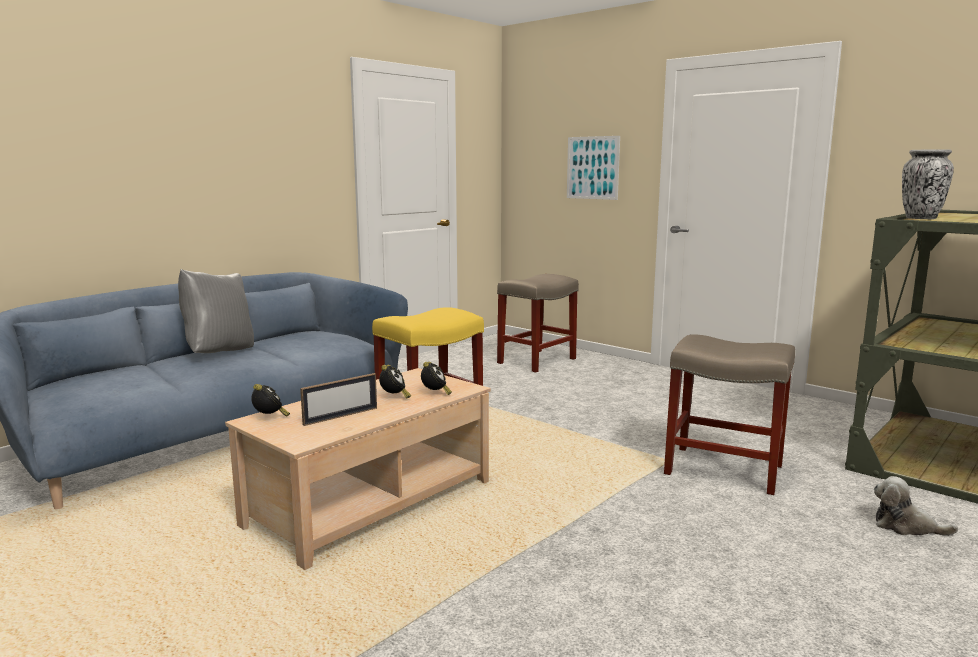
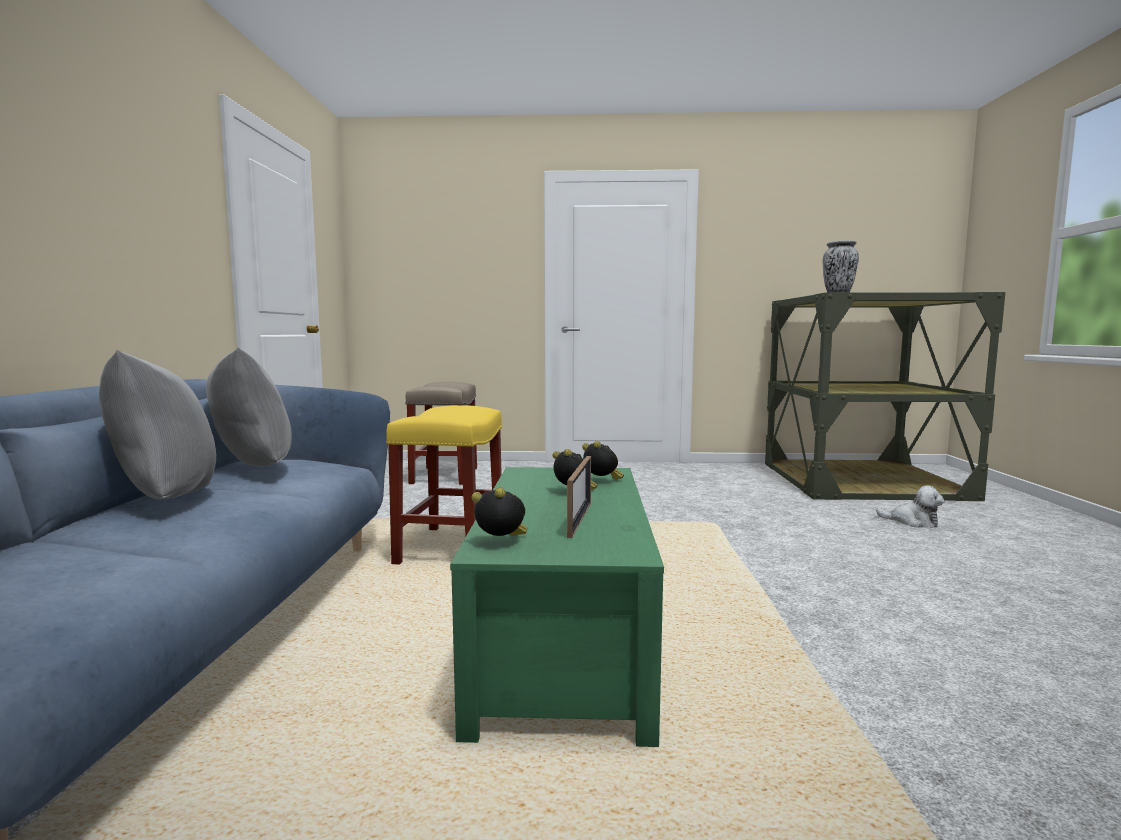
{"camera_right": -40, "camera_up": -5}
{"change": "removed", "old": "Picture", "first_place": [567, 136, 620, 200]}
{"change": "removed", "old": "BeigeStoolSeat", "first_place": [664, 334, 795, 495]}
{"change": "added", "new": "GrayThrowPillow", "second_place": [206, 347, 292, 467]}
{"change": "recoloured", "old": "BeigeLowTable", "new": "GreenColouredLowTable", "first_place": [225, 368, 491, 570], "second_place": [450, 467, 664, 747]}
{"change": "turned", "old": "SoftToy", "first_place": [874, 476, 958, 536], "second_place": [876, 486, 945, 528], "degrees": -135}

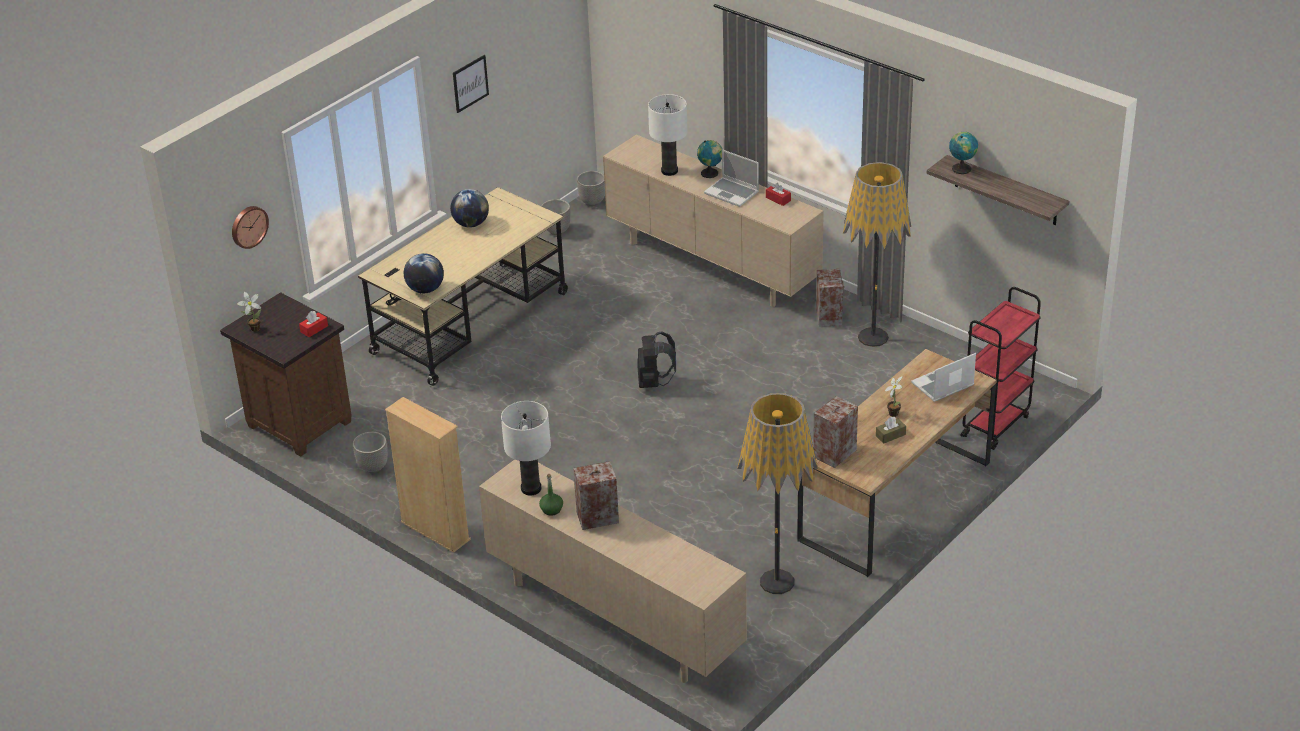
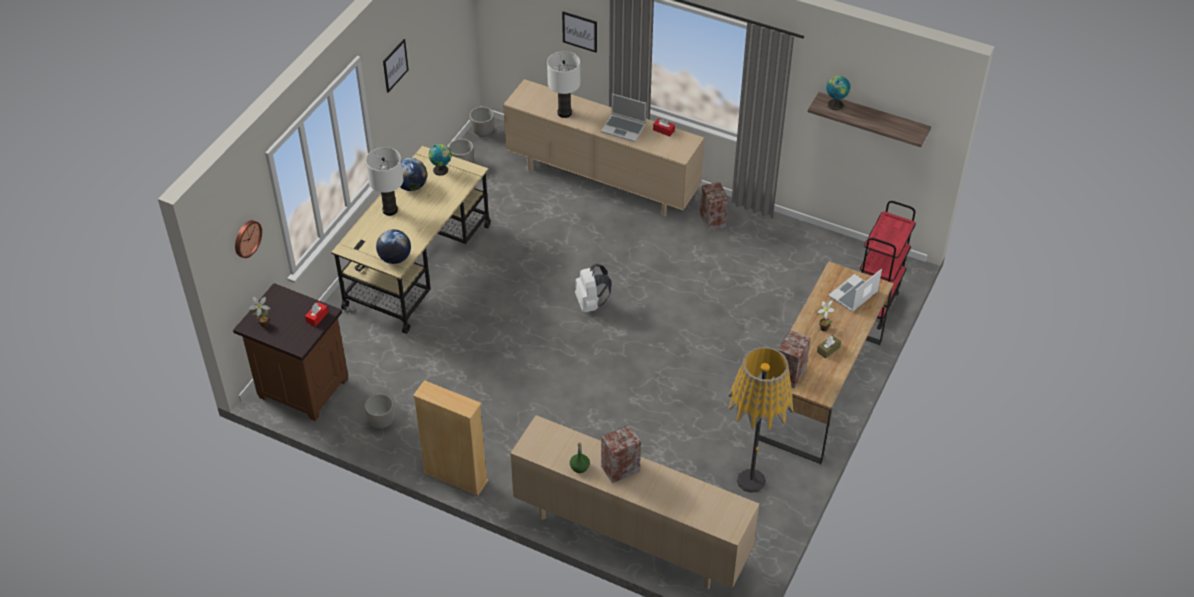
{"camera_right": -15, "camera_up": 10}
{"change": "removed", "old": "FloorLamp", "first_place": [843, 162, 911, 347]}
{"change": "added", "new": "Picture", "second_place": [562, 11, 597, 53]}
{"change": "moved", "old": "WhitishTabletopLamp", "first_place": [501, 401, 551, 495], "second_place": [366, 147, 403, 216]}
{"change": "moved", "old": "Globe", "first_place": [697, 140, 722, 178], "second_place": [429, 144, 452, 176]}
{"change": "recoloured", "old": "BlackBackpack", "new": "WhitishBackpack", "first_place": [637, 331, 676, 388], "second_place": [575, 264, 611, 312]}

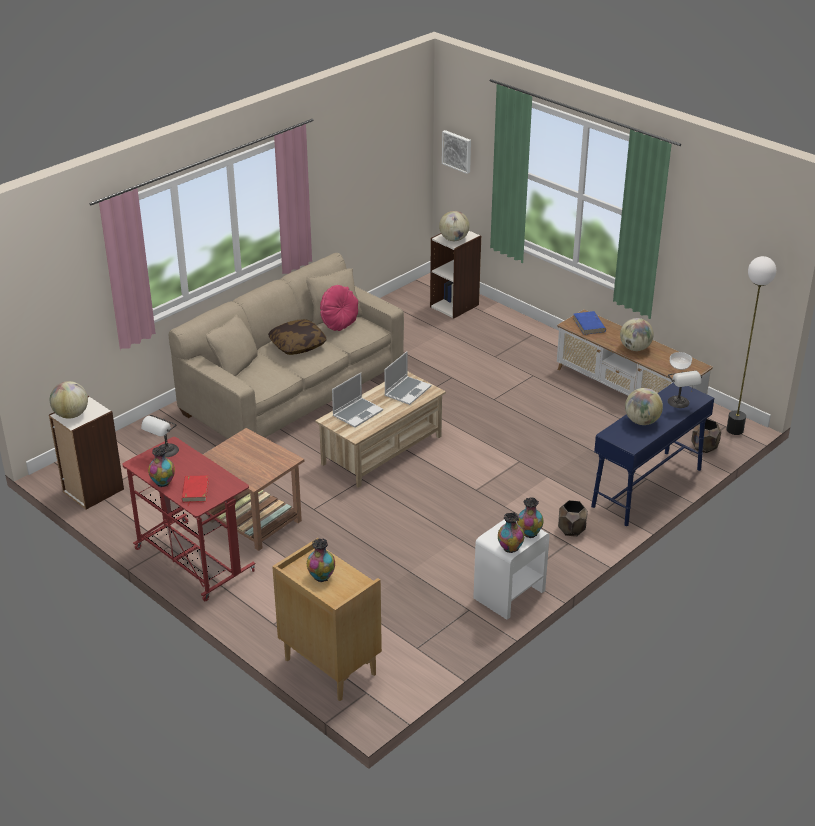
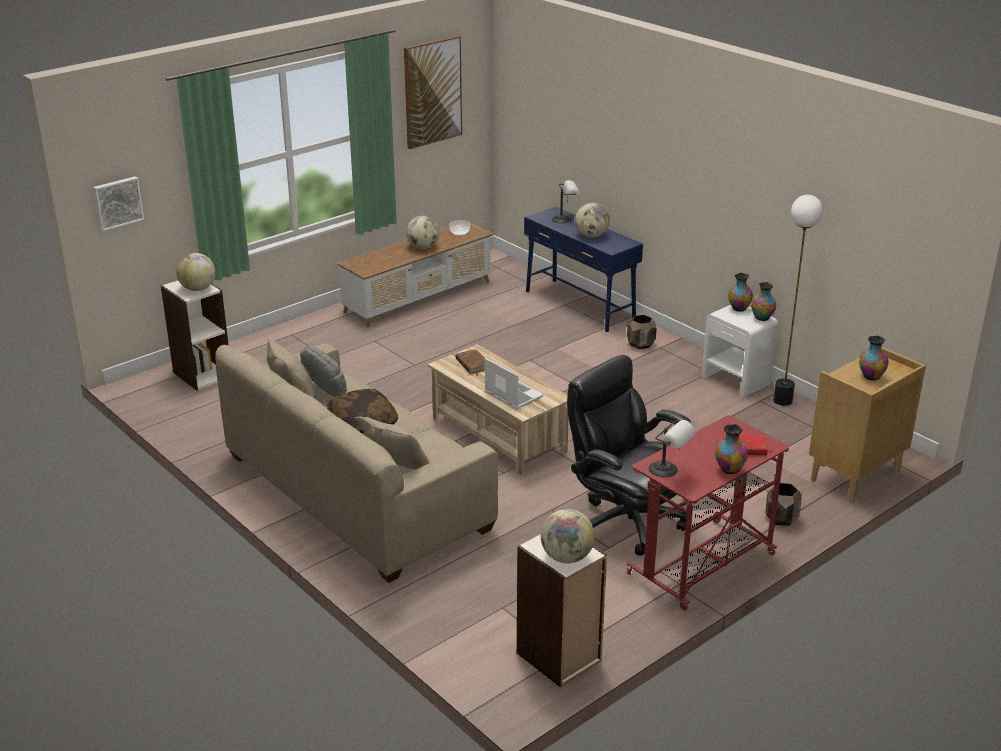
{"camera_right": -85, "camera_up": -5}
{"change": "removed", "old": "BlueBook", "first_place": [573, 311, 606, 335]}
{"change": "added", "new": "Picture", "second_place": [404, 36, 462, 149]}
{"change": "moved", "old": "BrownishFlowerPot", "first_place": [691, 419, 721, 453], "second_place": [765, 483, 802, 526]}
{"change": "moved", "old": "FloorLamp", "first_place": [726, 256, 776, 435], "second_place": [773, 195, 823, 406]}
{"change": "replaced", "old": "BrownishEndTable", "new": "BlackOfficeChair", "first_place": [203, 428, 304, 551], "second_place": [567, 355, 691, 556]}
{"change": "replaced", "old": "NotebookComputer", "new": "BrownishBook", "first_place": [384, 351, 432, 405], "second_place": [456, 349, 485, 376]}
{"change": "recoloured", "old": "PinkThrowPillow", "new": "GrayThrowPillow", "first_place": [320, 285, 358, 331], "second_place": [300, 346, 347, 397]}

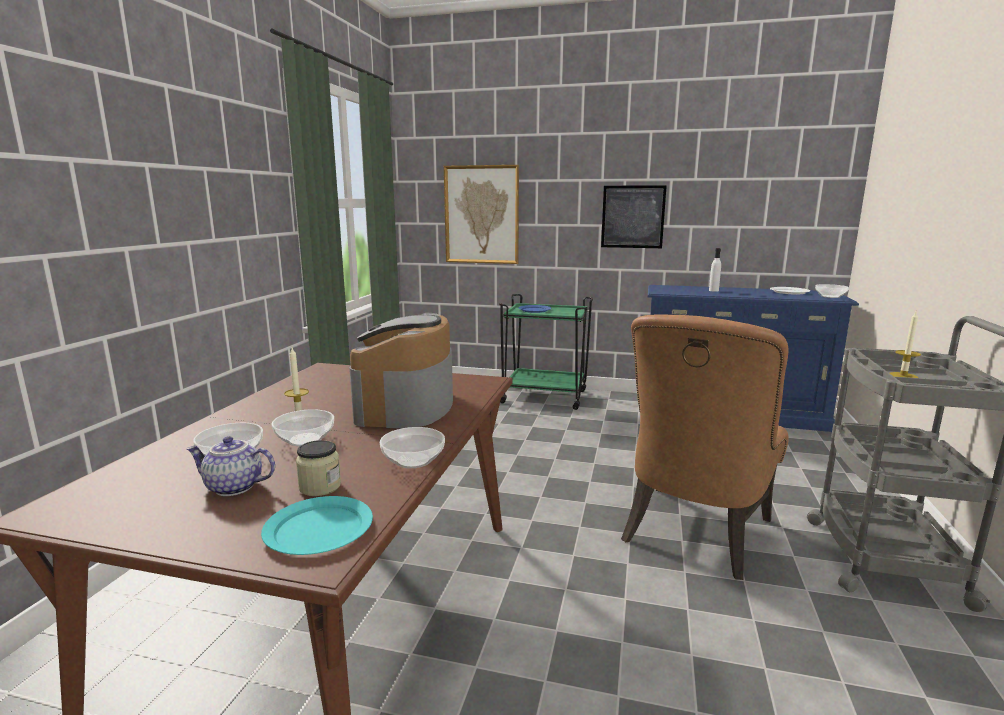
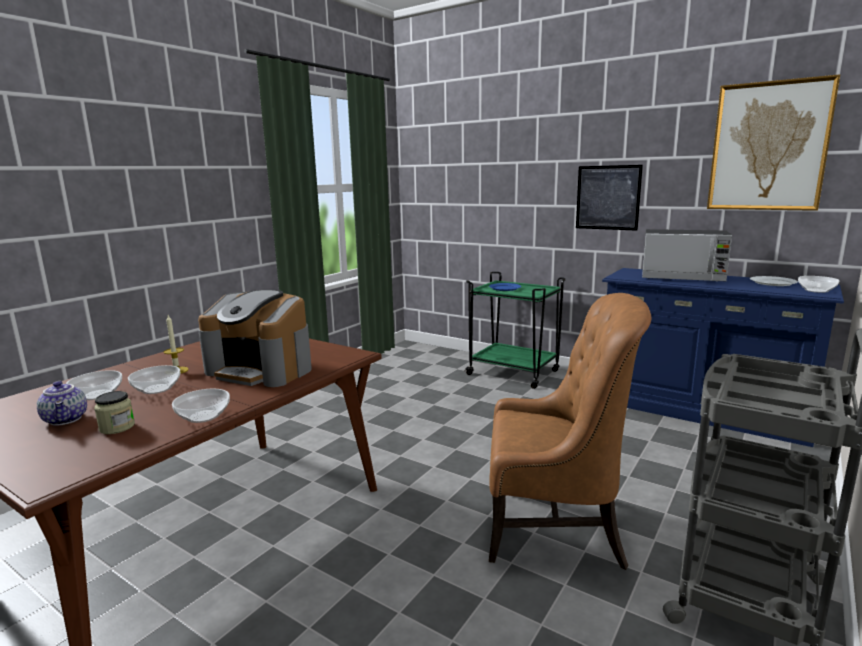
{"camera_right": 20, "camera_up": 0}
{"change": "removed", "old": "BlueGreenPlate", "first_place": [261, 496, 373, 555]}
{"change": "removed", "old": "Candle", "first_place": [890, 312, 921, 378]}
{"change": "moved", "old": "Picture", "first_place": [444, 165, 519, 264], "second_place": [707, 74, 840, 211]}
{"change": "replaced", "old": "WhitishBottle", "new": "KitchenMicrowave", "first_place": [709, 248, 721, 292], "second_place": [642, 229, 732, 282]}
{"change": "turned", "old": "PotForTea", "first_place": [186, 436, 275, 496], "second_place": [37, 381, 87, 426], "degrees": -150}
{"change": "turned", "old": "CoffeeMaker", "first_place": [349, 313, 453, 429], "second_place": [198, 289, 312, 387], "degrees": -90}
{"change": "turned", "old": "BrownishChair", "first_place": [621, 314, 789, 580], "second_place": [489, 293, 651, 570], "degrees": -135}

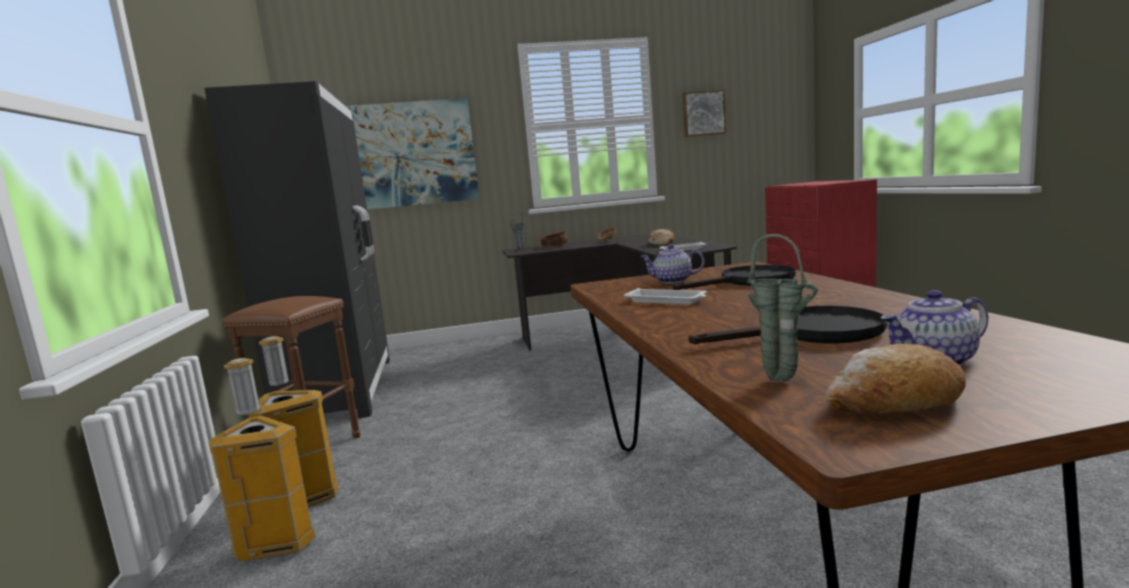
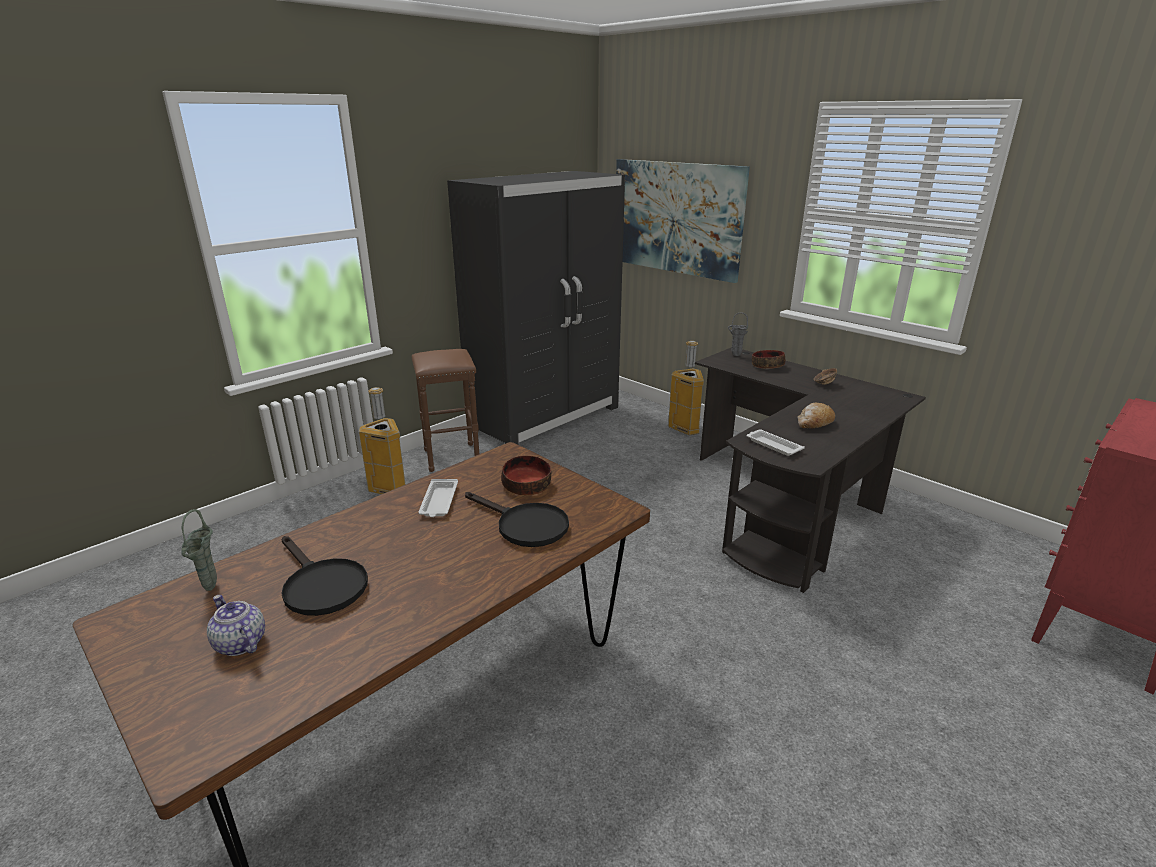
{"camera_right": 55, "camera_up": 15}
{"change": "removed", "old": "Picture", "first_place": [683, 89, 726, 137]}
{"change": "removed", "old": "BakedBread", "first_place": [825, 344, 966, 414]}
{"change": "moved", "old": "TrashCan", "first_place": [208, 358, 316, 562], "second_place": [668, 341, 704, 435]}
{"change": "replaced", "old": "PotForTea", "new": "DeepDish", "first_place": [640, 244, 705, 284], "second_place": [501, 456, 551, 495]}

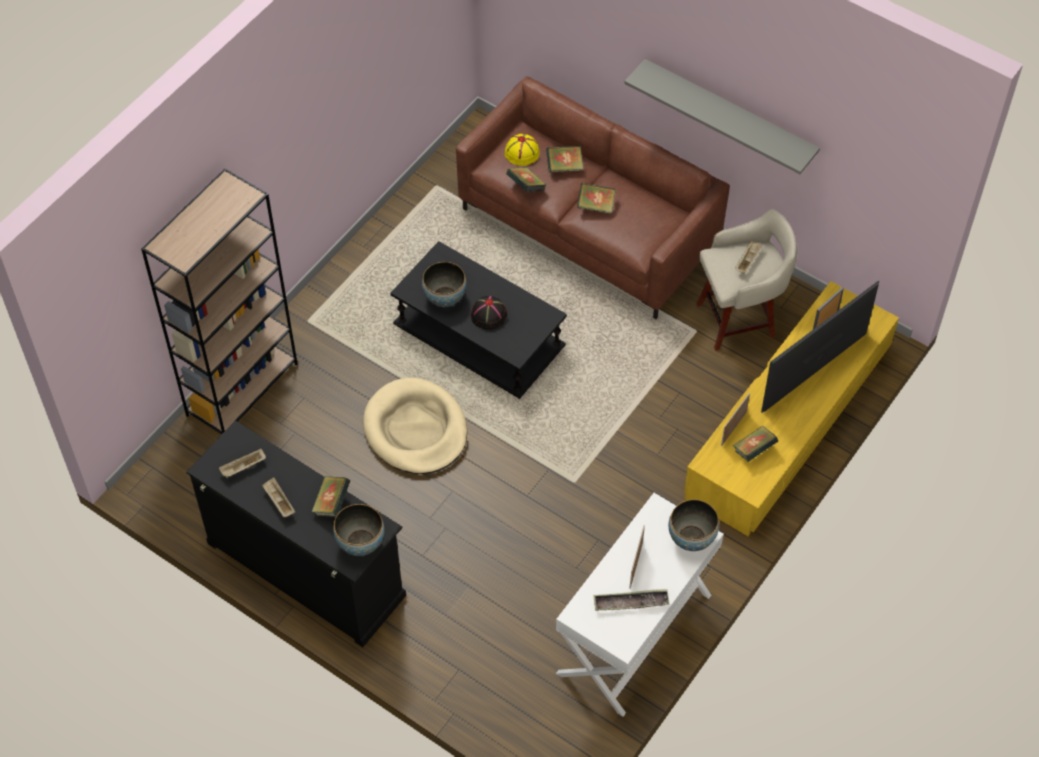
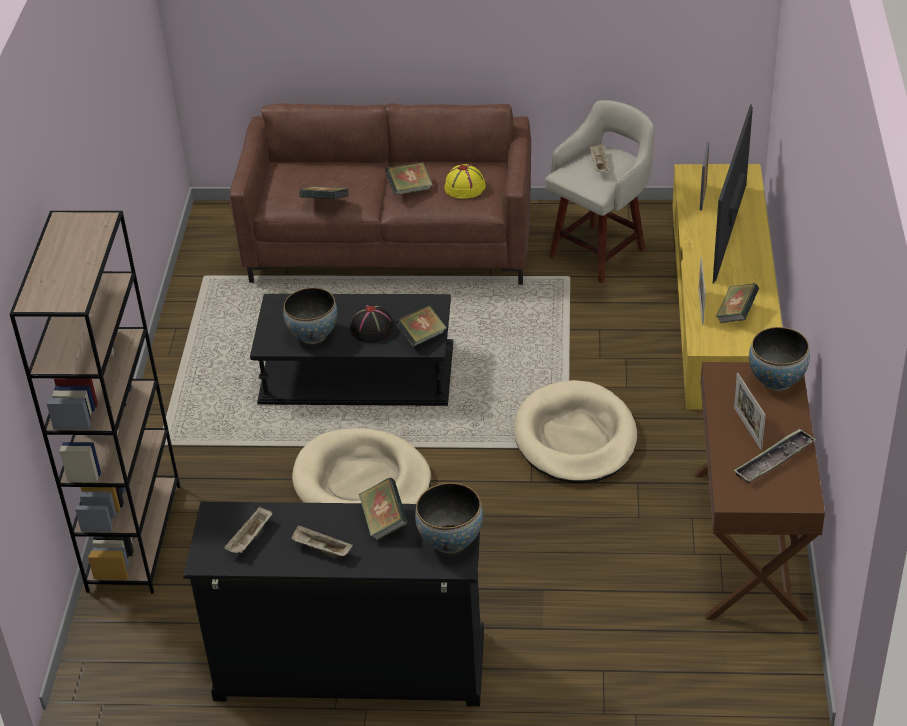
{"camera_right": -30, "camera_up": -15}
{"change": "removed", "old": "GrayShelf", "first_place": [624, 59, 820, 174]}
{"change": "added", "new": "BeigeDogBed", "second_place": [514, 380, 637, 483]}
{"change": "moved", "old": "YellowHat", "first_place": [505, 134, 540, 166], "second_place": [444, 164, 486, 199]}
{"change": "moved", "old": "Book", "first_place": [546, 146, 583, 172], "second_place": [395, 305, 447, 347]}
{"change": "recoloured", "old": "WhitishConsoleTable", "new": "BrownishConsoleTable", "first_place": [556, 493, 724, 717], "second_place": [695, 362, 825, 621]}

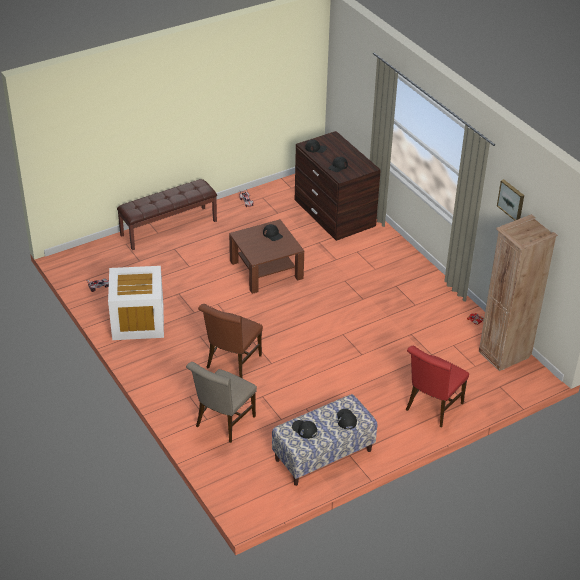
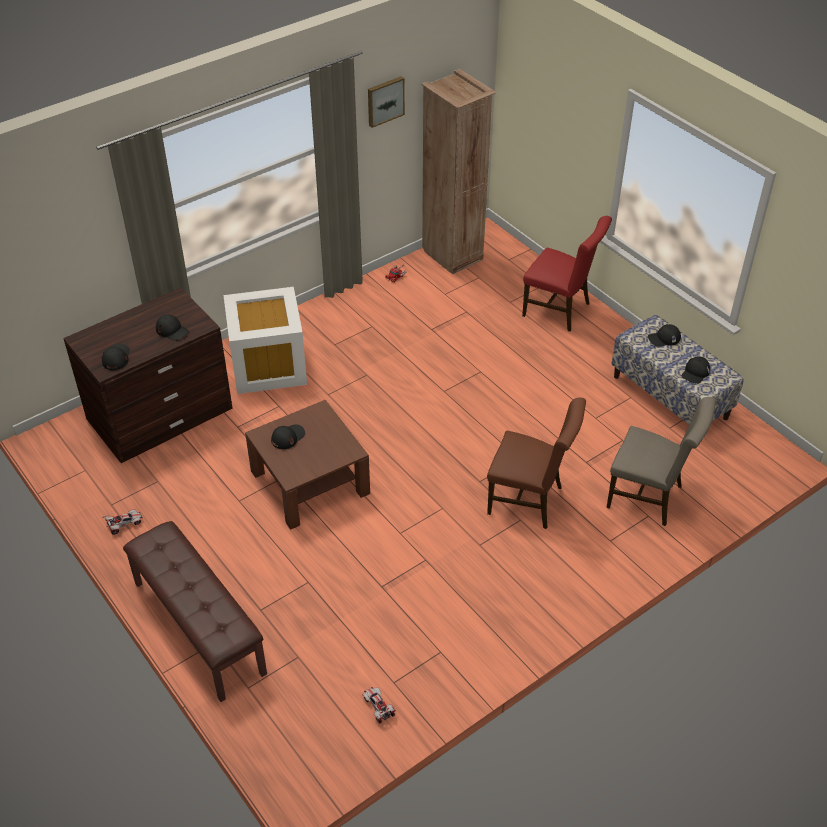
{"camera_right": -95, "camera_up": 5}
{"change": "moved", "old": "WhitishStorageBin", "first_place": [108, 266, 164, 340], "second_place": [223, 287, 307, 394]}

